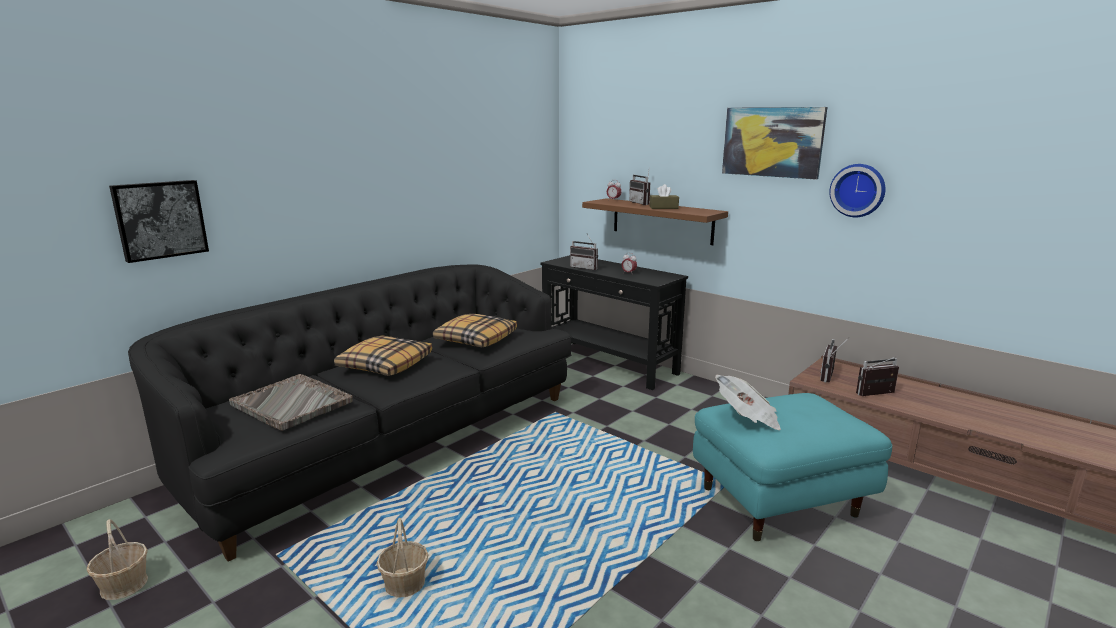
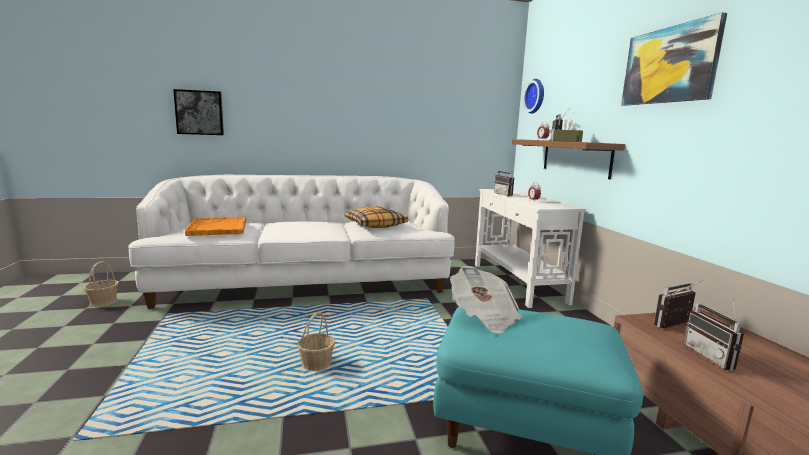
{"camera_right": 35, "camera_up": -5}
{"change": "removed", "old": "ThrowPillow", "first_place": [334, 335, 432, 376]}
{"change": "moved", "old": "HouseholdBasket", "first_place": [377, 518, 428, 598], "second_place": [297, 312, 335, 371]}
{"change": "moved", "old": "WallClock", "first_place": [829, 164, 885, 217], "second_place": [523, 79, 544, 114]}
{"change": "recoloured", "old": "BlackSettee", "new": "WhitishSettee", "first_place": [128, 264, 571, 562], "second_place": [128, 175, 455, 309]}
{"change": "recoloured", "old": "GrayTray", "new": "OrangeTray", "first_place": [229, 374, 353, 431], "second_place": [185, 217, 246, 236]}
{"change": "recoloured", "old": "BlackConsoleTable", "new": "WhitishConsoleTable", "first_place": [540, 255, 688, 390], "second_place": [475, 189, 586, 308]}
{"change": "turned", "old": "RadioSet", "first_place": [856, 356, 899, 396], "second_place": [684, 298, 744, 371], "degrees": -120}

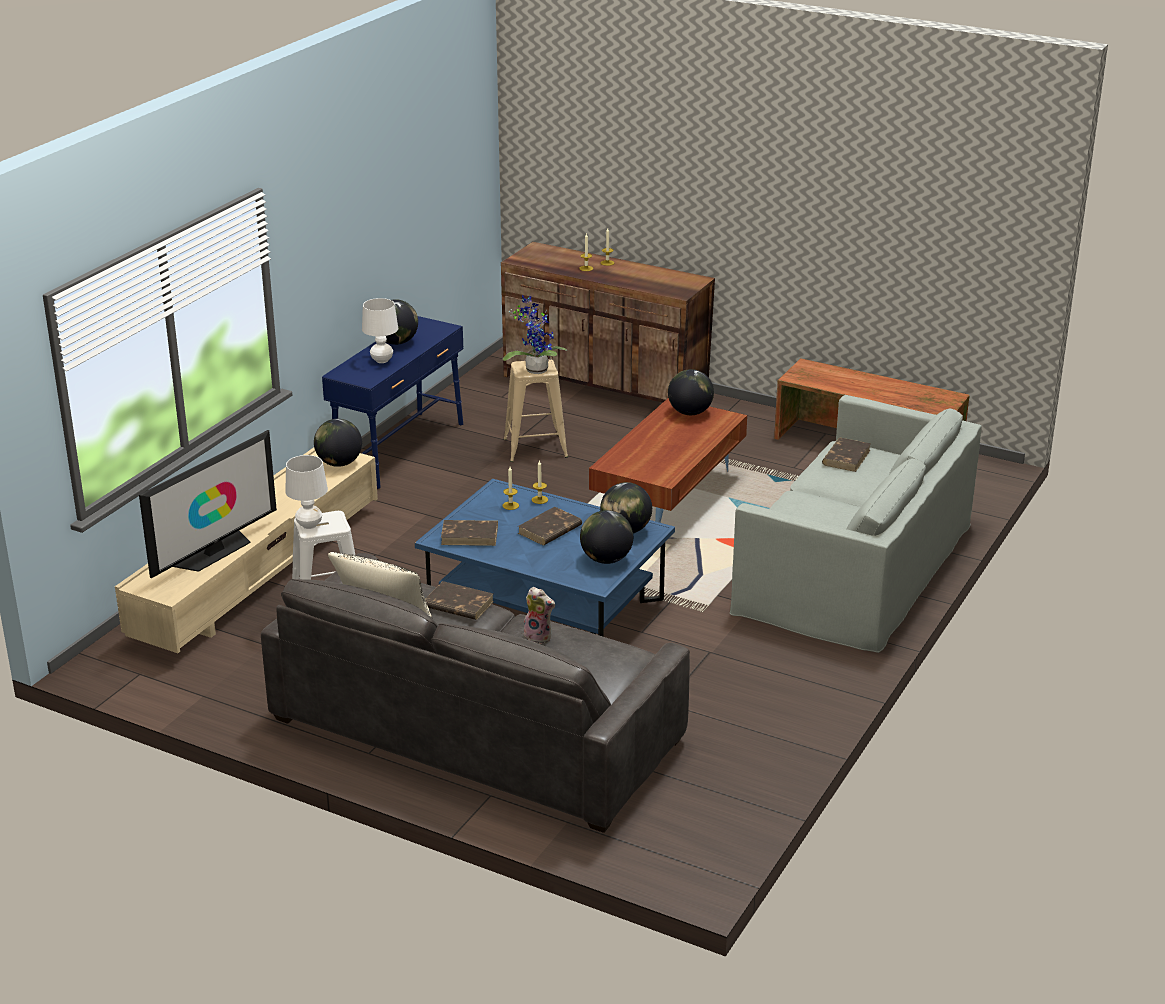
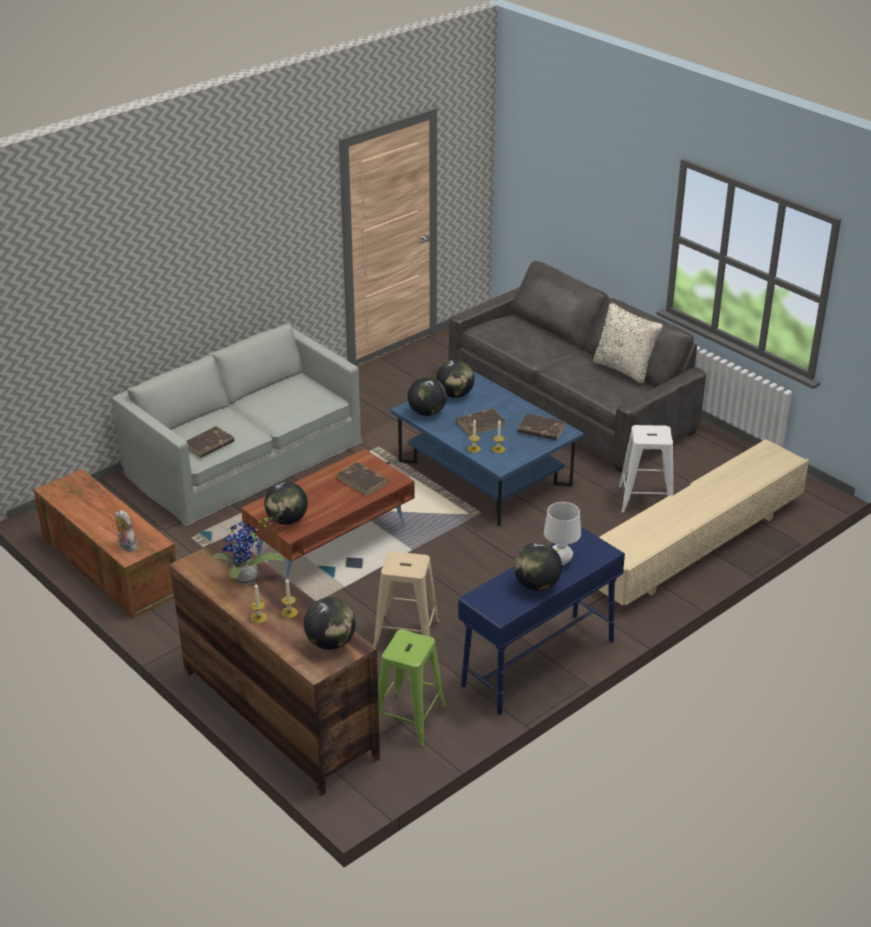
{"camera_right": -160, "camera_up": 5}
{"change": "removed", "old": "Television", "first_place": [139, 430, 277, 578]}
{"change": "removed", "old": "WhitishTabletopLamp", "first_place": [285, 455, 328, 529]}
{"change": "added", "new": "GreenColouredStoolSeat", "second_place": [378, 630, 447, 748]}
{"change": "moved", "old": "Globe", "first_place": [314, 419, 362, 467], "second_place": [304, 597, 356, 650]}
{"change": "moved", "old": "BrownishBook", "first_place": [425, 581, 494, 620], "second_place": [337, 462, 388, 496]}
{"change": "moved", "old": "Houseplant", "first_place": [503, 295, 567, 374], "second_place": [212, 518, 284, 585]}
{"change": "moved", "old": "SoftToy", "first_place": [524, 587, 555, 644], "second_place": [115, 510, 138, 552]}

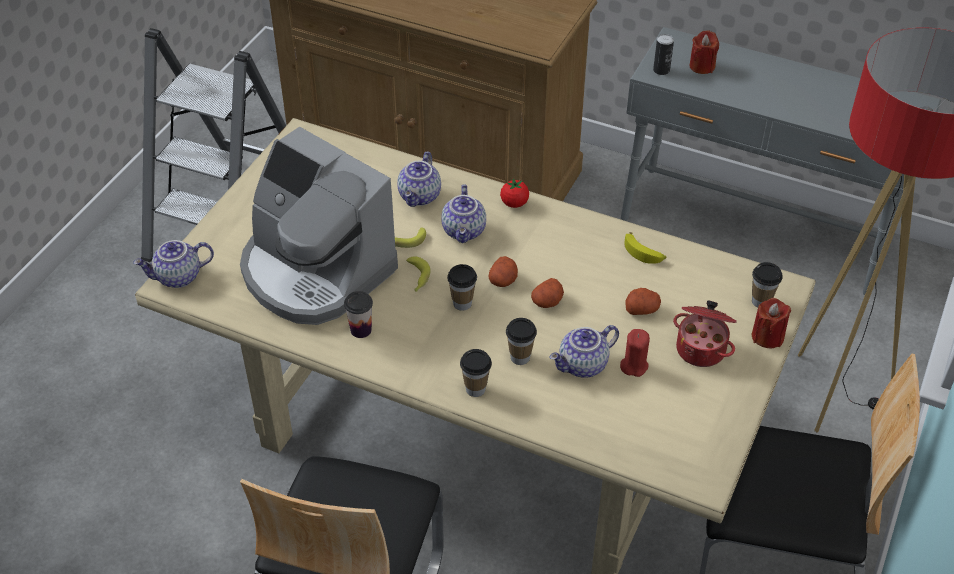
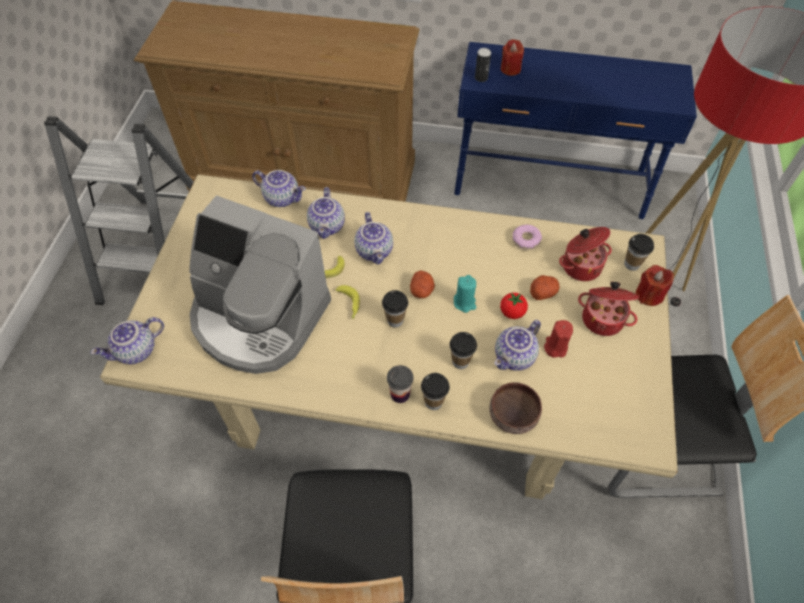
{"camera_right": -15, "camera_up": 10}
{"change": "added", "new": "PotForTea", "second_place": [252, 170, 306, 207]}
{"change": "added", "new": "BrownishDeepDish", "second_place": [489, 382, 542, 434]}
{"change": "added", "new": "CookingPot", "second_place": [559, 227, 612, 281]}
{"change": "moved", "old": "SmallCup", "first_place": [344, 291, 373, 338], "second_place": [387, 365, 414, 403]}
{"change": "moved", "old": "Tomato", "first_place": [500, 179, 529, 208], "second_place": [500, 293, 528, 319]}
{"change": "replaced", "old": "Spud", "new": "BlueGreenCandle", "first_place": [531, 278, 564, 308], "second_place": [454, 275, 476, 313]}
{"change": "replaced", "old": "Banana", "new": "RingDoughnut", "first_place": [624, 232, 667, 264], "second_place": [512, 225, 542, 250]}
{"change": "recoloured", "old": "GrayConsoleTable", "new": "BlueConsoleTable", "first_place": [621, 27, 941, 295], "second_place": [454, 42, 697, 219]}

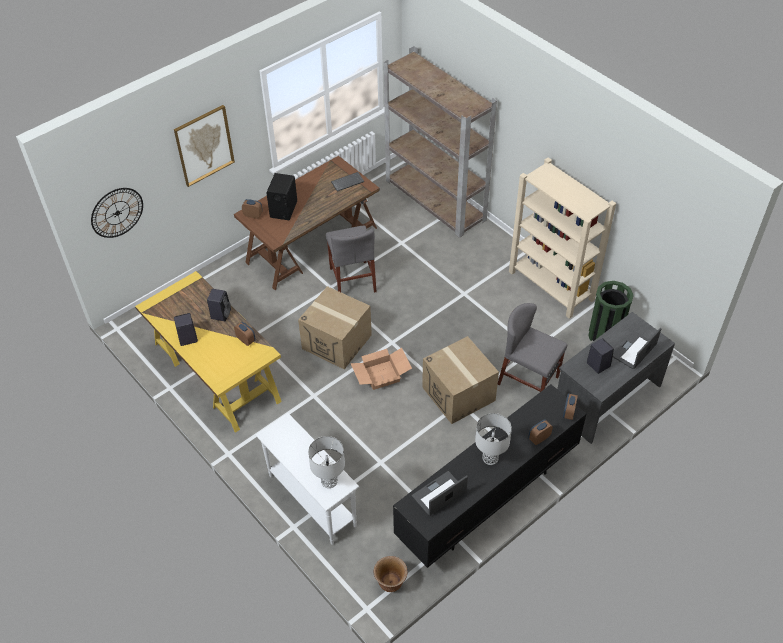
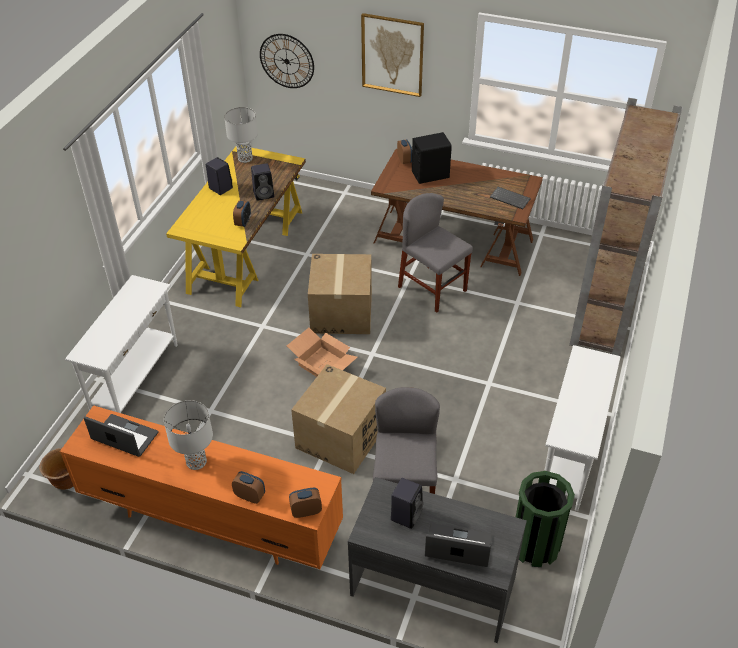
{"camera_right": 60, "camera_up": -5}
{"change": "moved", "old": "WhitishTabletopLamp", "first_place": [308, 436, 345, 488], "second_place": [224, 107, 258, 163]}
{"change": "replaced", "old": "BeigeShelvingUnit", "new": "WhitishConsoleTable", "first_place": [509, 158, 616, 319], "second_place": [545, 345, 621, 511]}
{"change": "recoloured", "old": "BlackCabinet", "new": "OrangeCabinet", "first_place": [393, 384, 587, 568], "second_place": [60, 405, 343, 569]}
{"change": "turned", "old": "GrayChair", "first_place": [326, 225, 377, 293], "second_place": [398, 193, 473, 313], "degrees": 90}

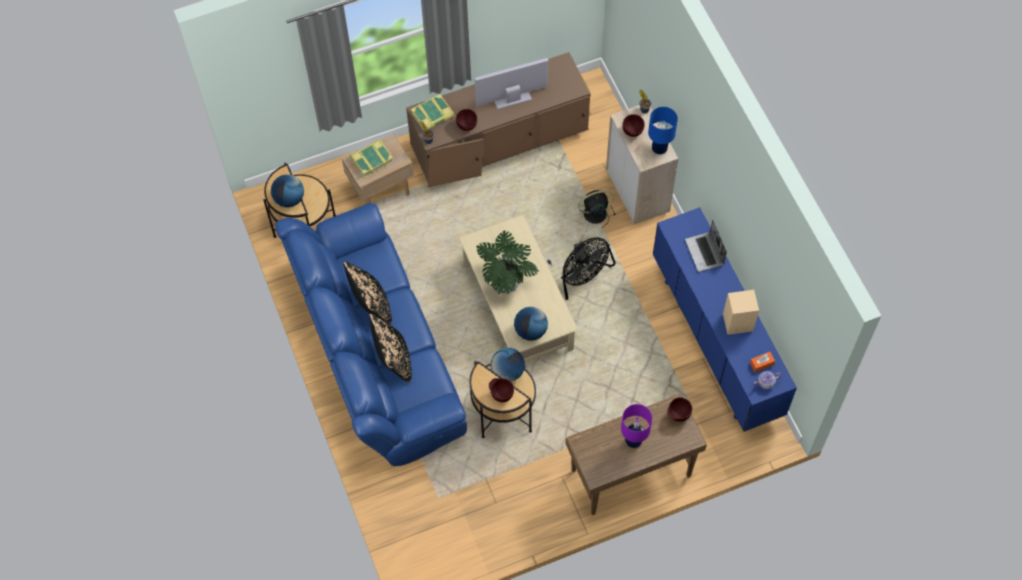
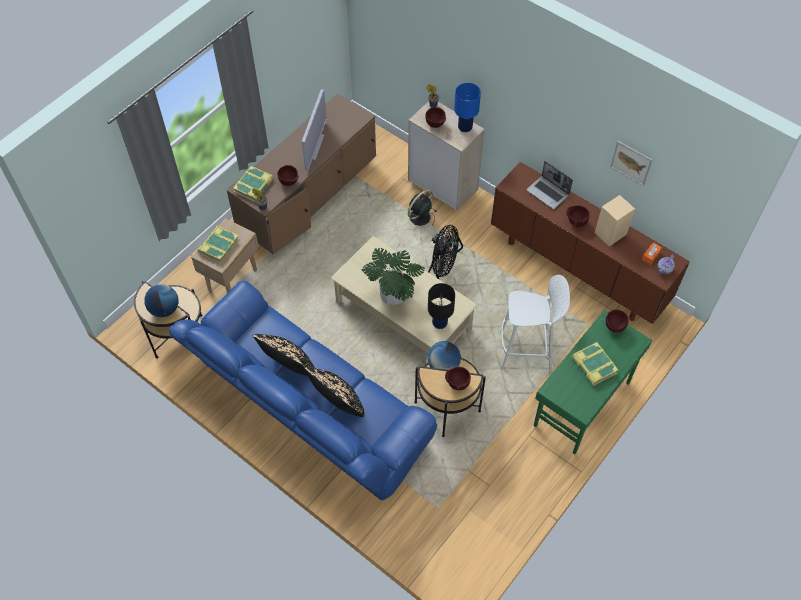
{"camera_right": -30, "camera_up": -5}
{"change": "added", "new": "WhitishStoolSeat", "second_place": [500, 275, 570, 375]}
{"change": "added", "new": "BrownishDeepDish", "second_place": [566, 205, 590, 227]}
{"change": "added", "new": "Picture", "second_place": [610, 141, 652, 186]}
{"change": "replaced", "old": "Globe", "new": "BlackTabletopLamp", "first_place": [514, 307, 548, 341], "second_place": [428, 283, 455, 329]}
{"change": "replaced", "old": "PurplishTabletopLamp", "new": "Book", "first_place": [621, 404, 652, 448], "second_place": [572, 342, 618, 386]}
{"change": "recoloured", "old": "BrownishConsoleTable", "new": "GreenColouredConsoleTable", "first_place": [565, 394, 707, 515], "second_place": [533, 310, 652, 454]}
{"change": "recoloured", "old": "BlueCabinet", "new": "BrownishCabinet", "first_place": [653, 207, 797, 432], "second_place": [491, 162, 690, 324]}
{"change": "turned", "old": "Television", "first_place": [475, 58, 548, 109], "second_place": [302, 89, 327, 171], "degrees": 150}

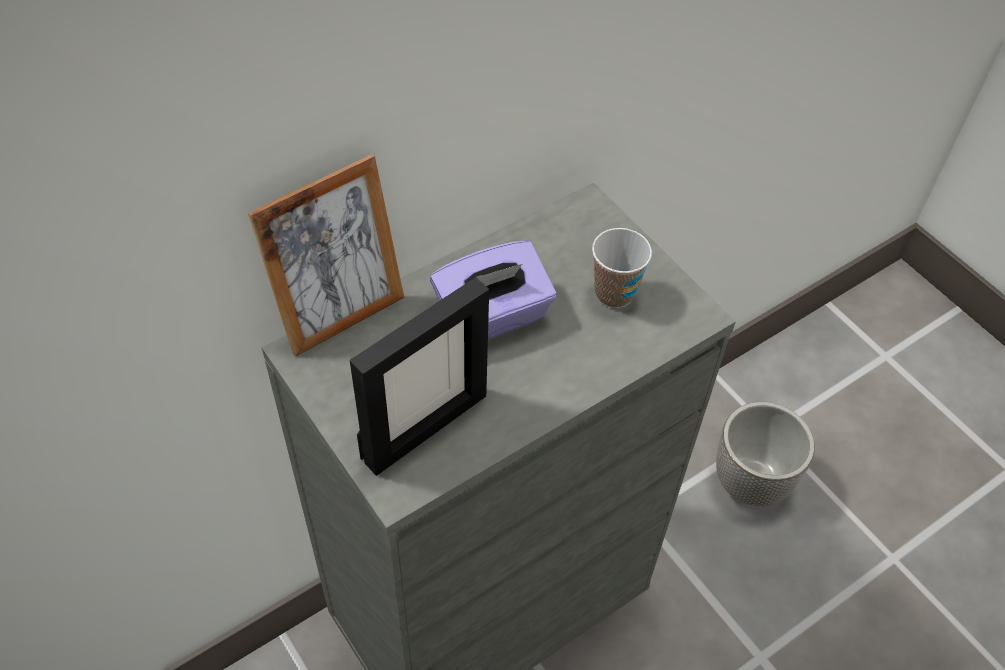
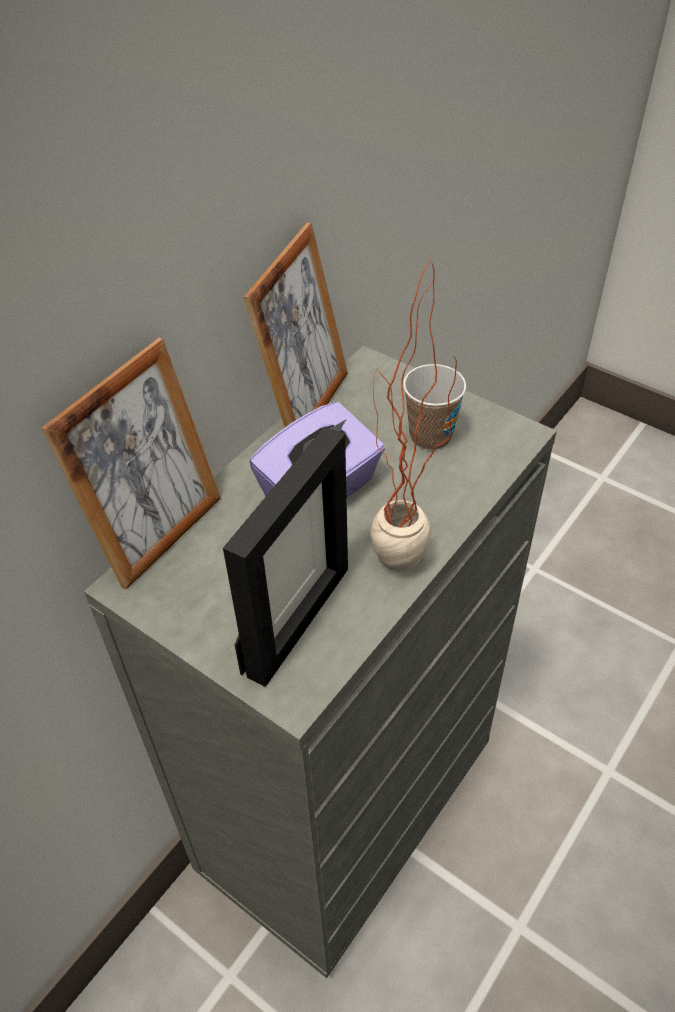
{"camera_right": -15, "camera_up": -5}
{"change": "removed", "old": "FlowerPot", "first_place": [716, 402, 815, 506]}
{"change": "added", "new": "StandingFrame", "second_place": [244, 222, 348, 427]}
{"change": "added", "new": "Houseplant", "second_place": [370, 259, 457, 572]}

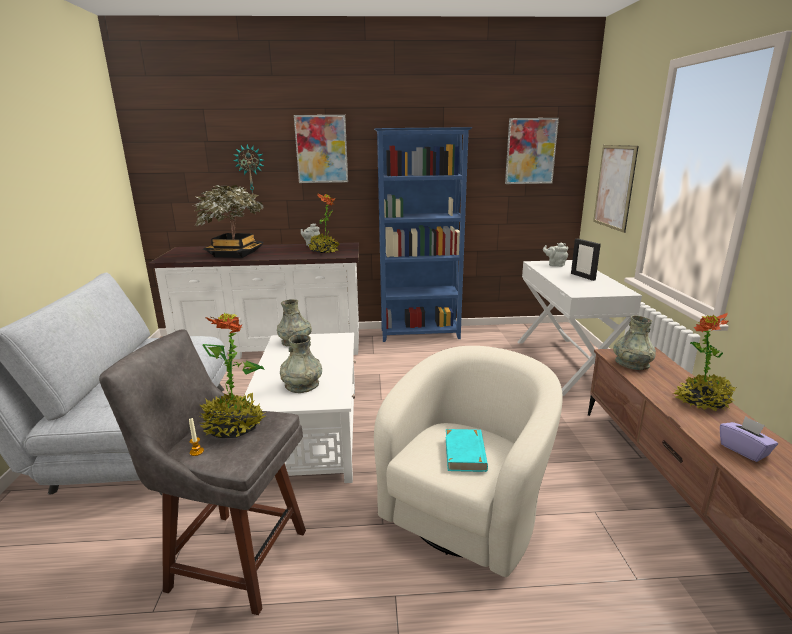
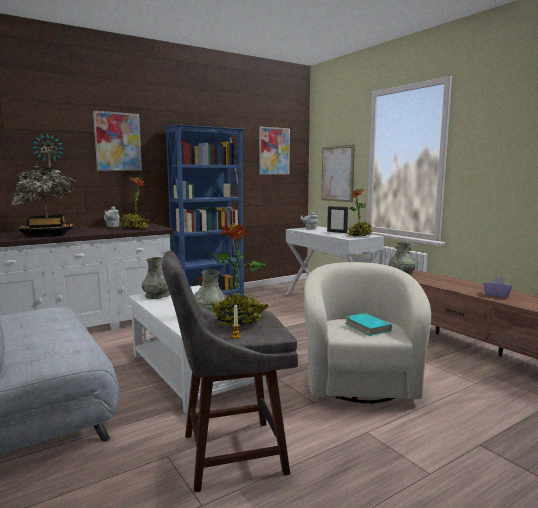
{"camera_right": -30, "camera_up": -10}
{"change": "moved", "old": "Houseplant", "first_place": [672, 313, 736, 411], "second_place": [347, 188, 372, 236]}

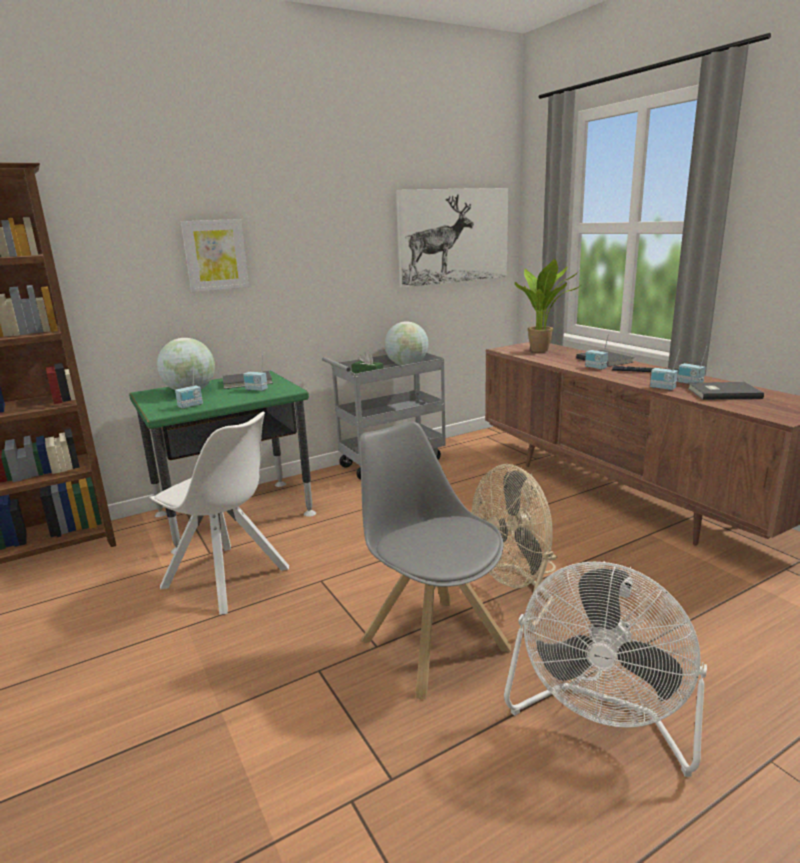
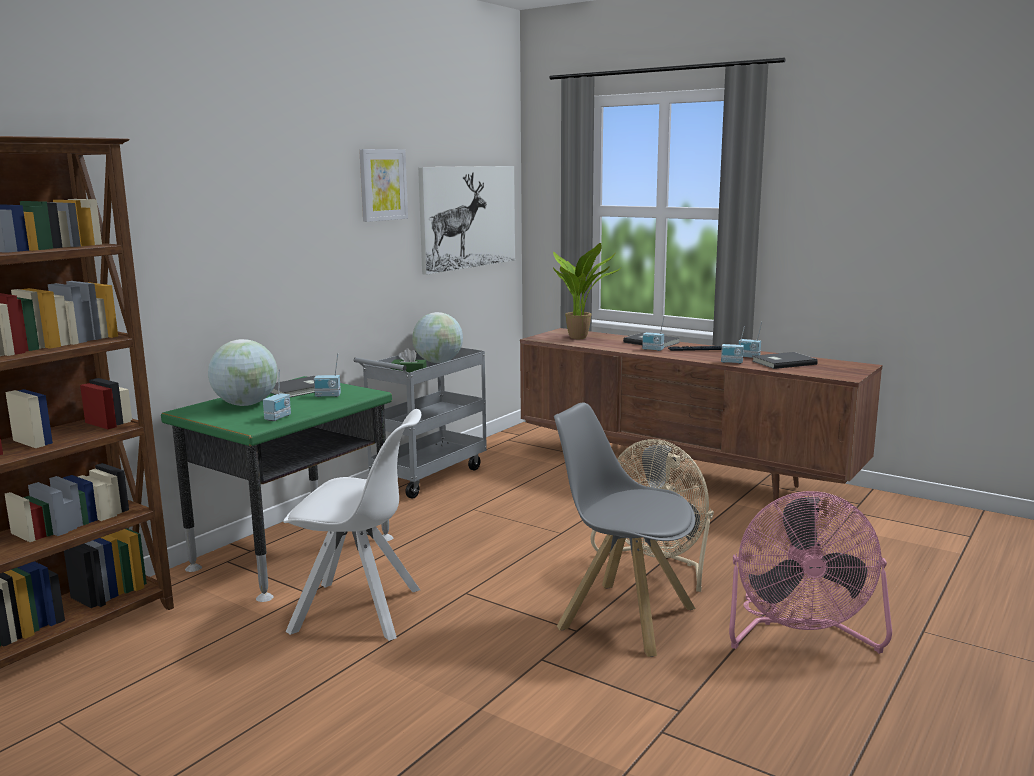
{"camera_right": -25, "camera_up": -5}
{"change": "moved", "old": "Picture", "first_place": [181, 219, 249, 292], "second_place": [359, 149, 408, 222]}
{"change": "recoloured", "old": "WhitishFan", "new": "PinkFan", "first_place": [504, 561, 707, 777], "second_place": [729, 491, 892, 654]}

